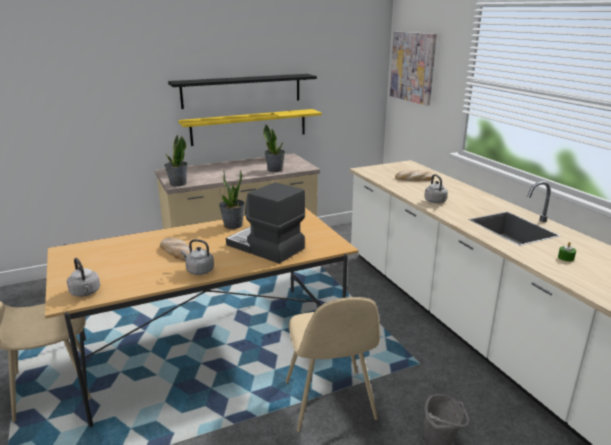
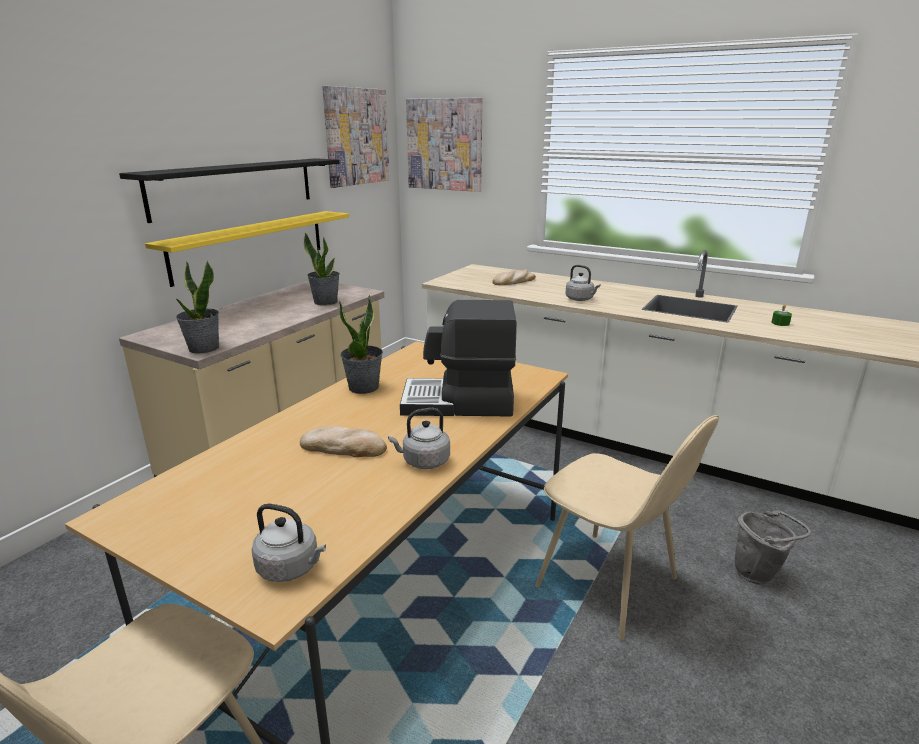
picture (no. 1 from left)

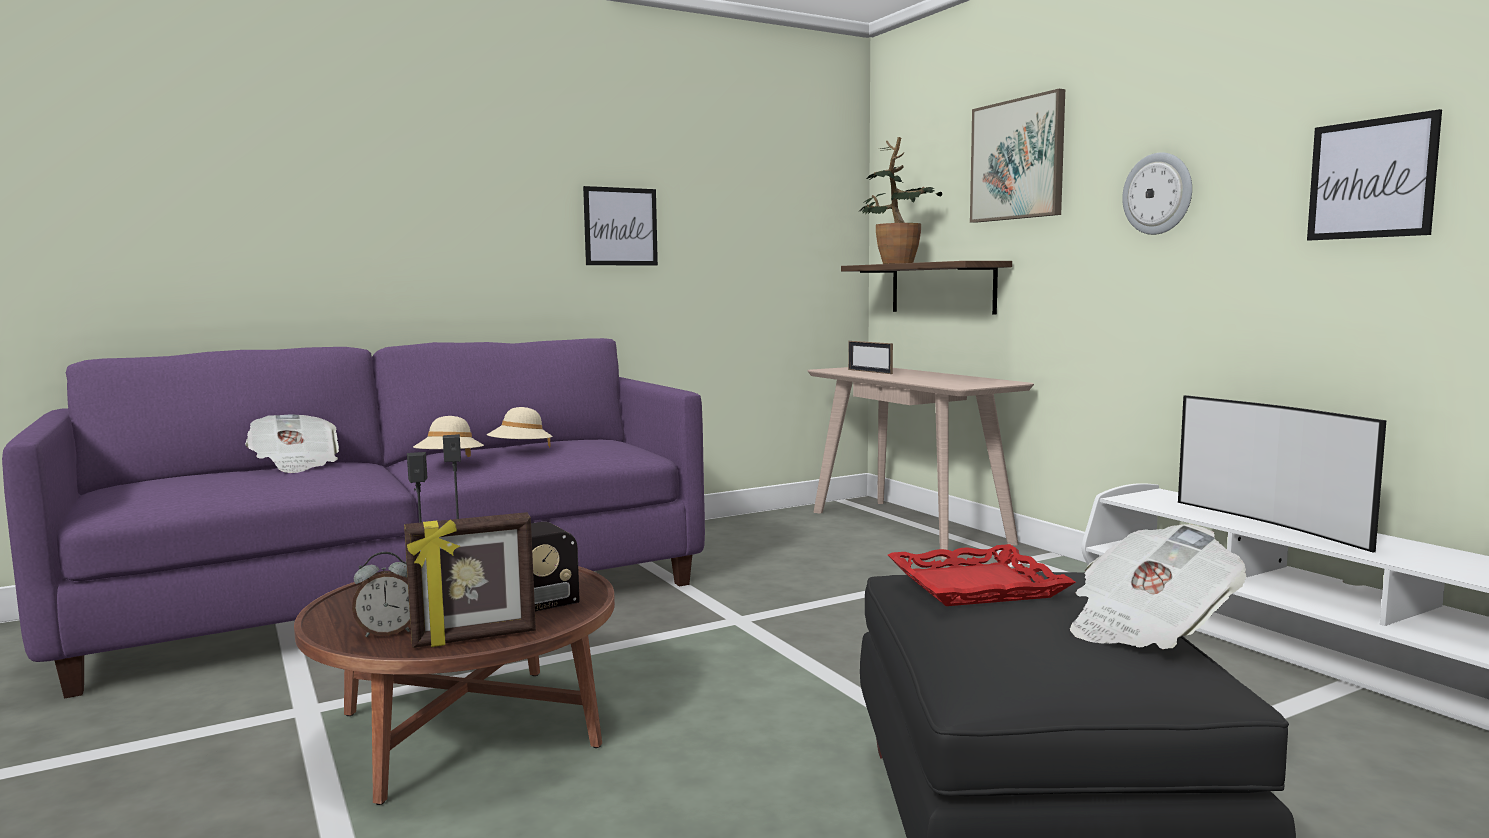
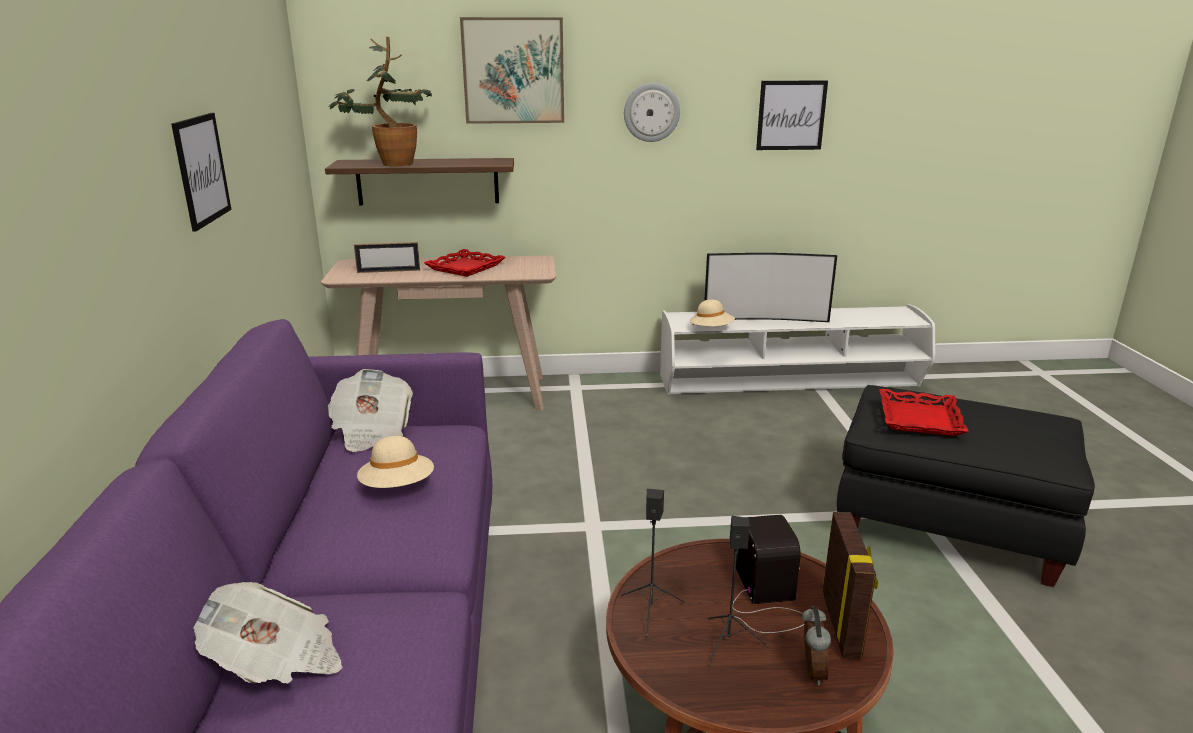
hat (beige-coloured) (no. 2 from left); daily paper (no. 2 from left); carrying tray (red-coloured) (no. 1 from left)

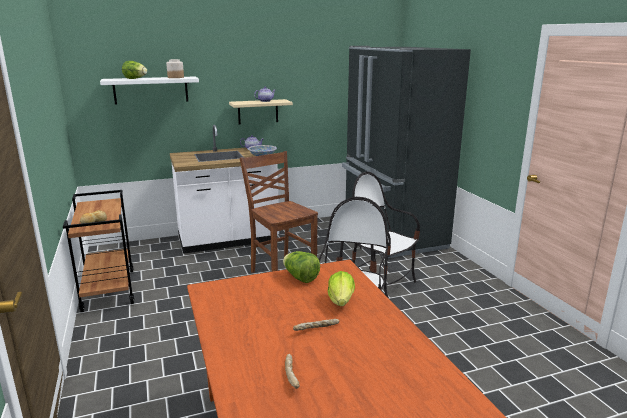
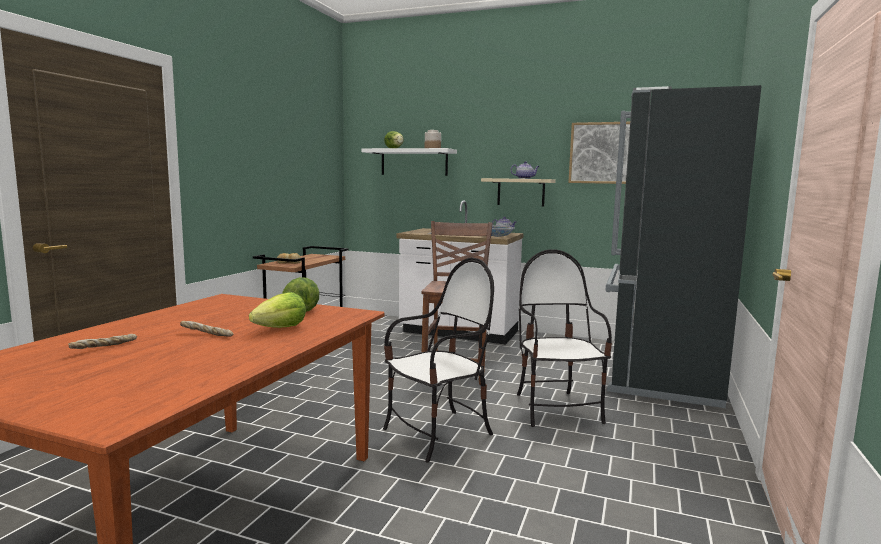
picture

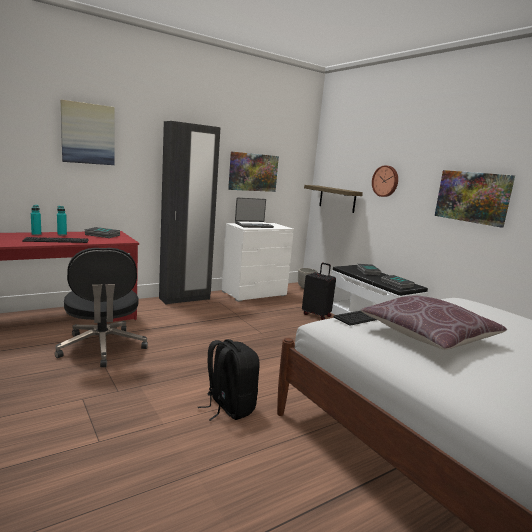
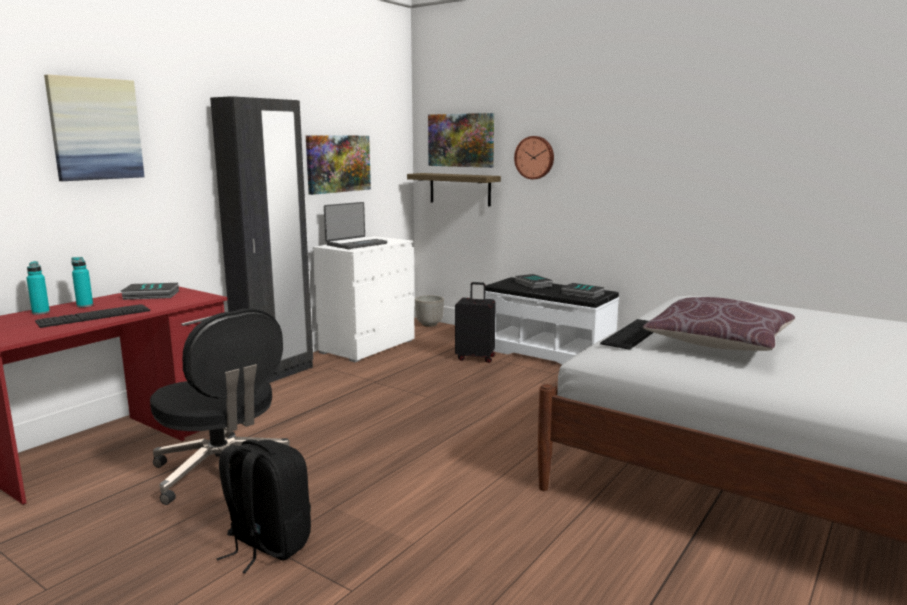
rucksack (black-coloured); picture (no. 3 from left)

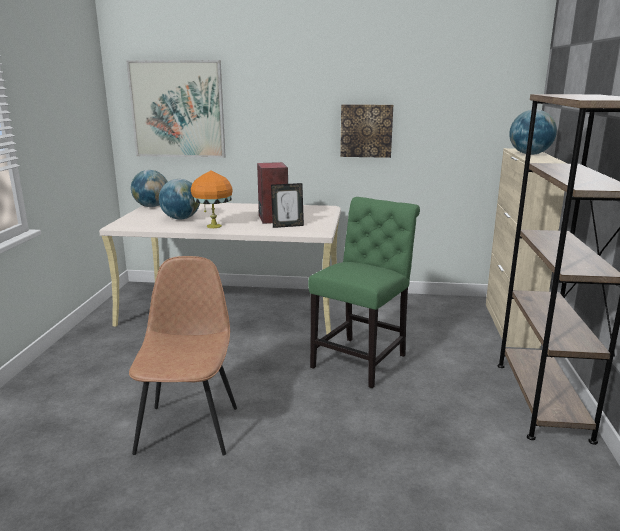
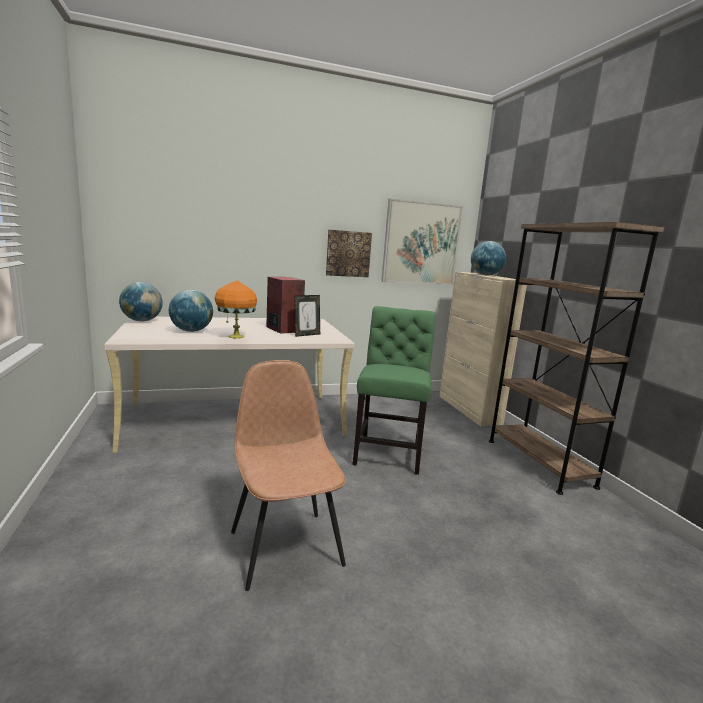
picture (no. 2 from left)

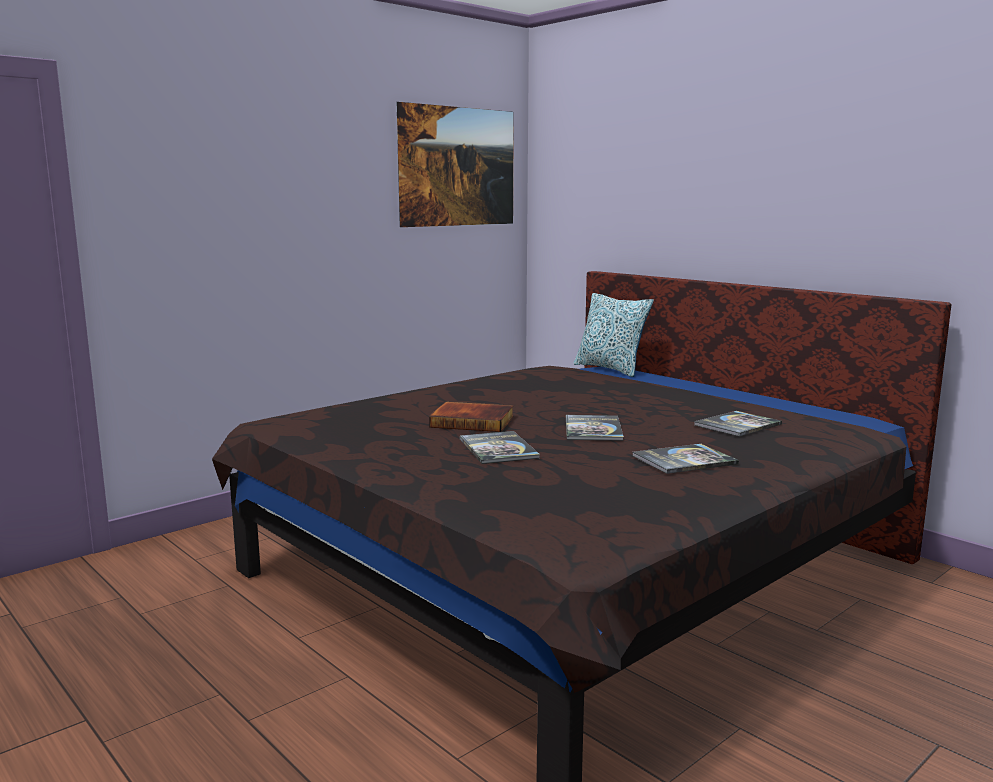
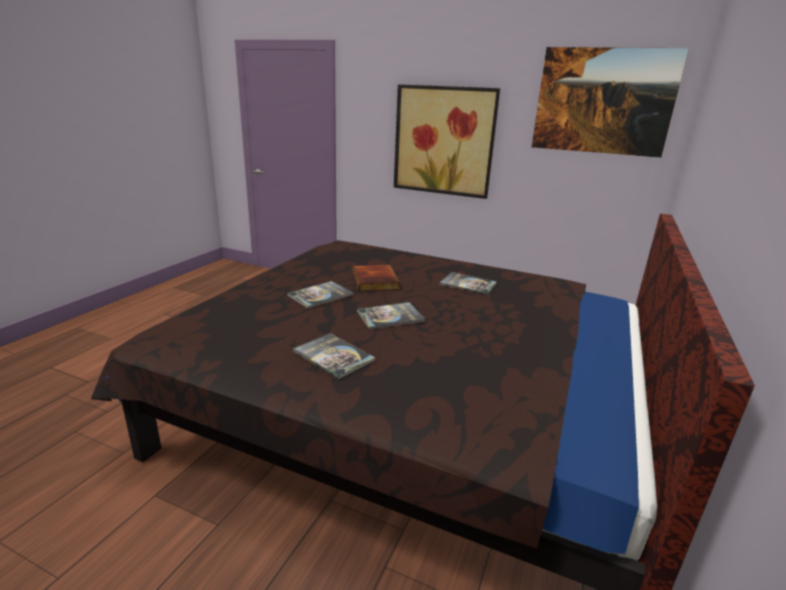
pillow; book (no. 5 from left); picture (no. 1 from left)

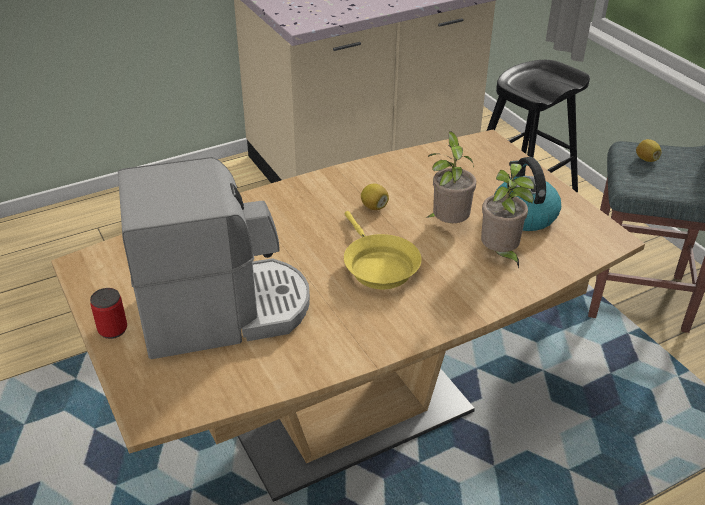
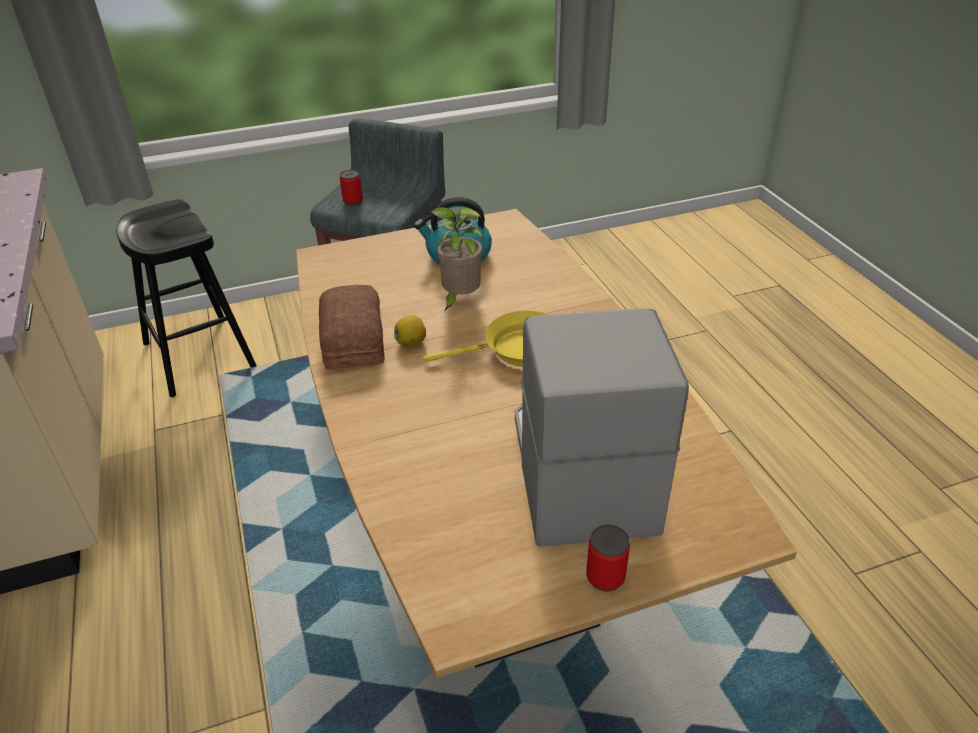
plant in a pot (no. 2 from left in the first image); sealed can (no. 1 from left); bakery bread

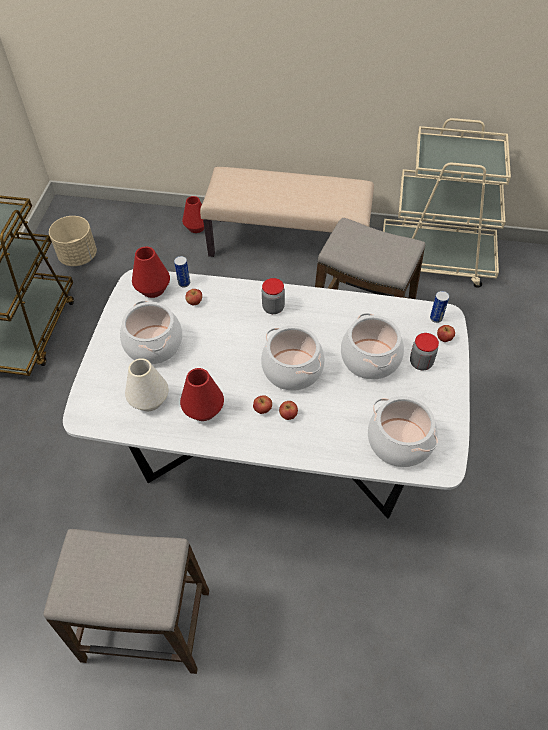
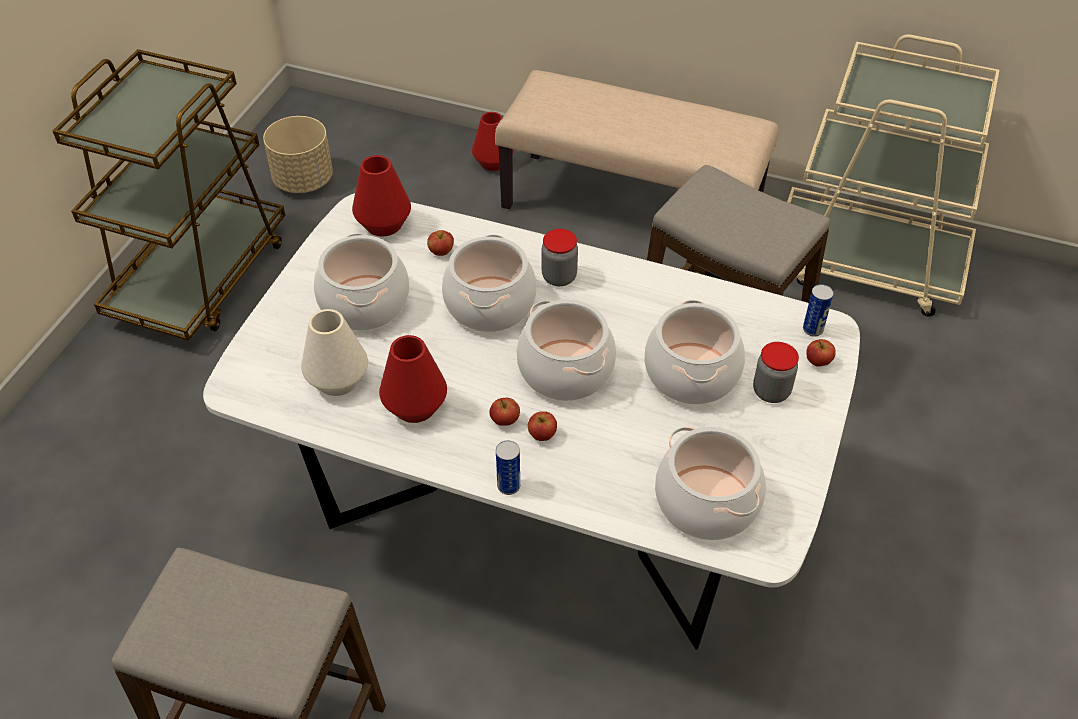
sealed can (no. 1 from left); saucepot (no. 2 from left)

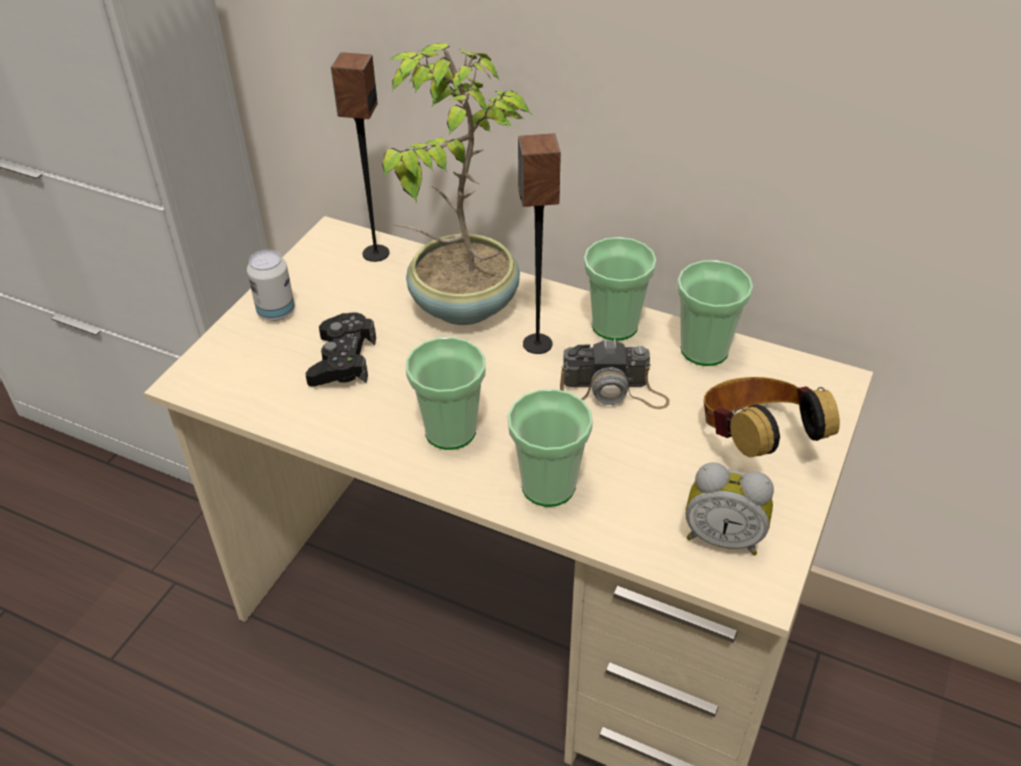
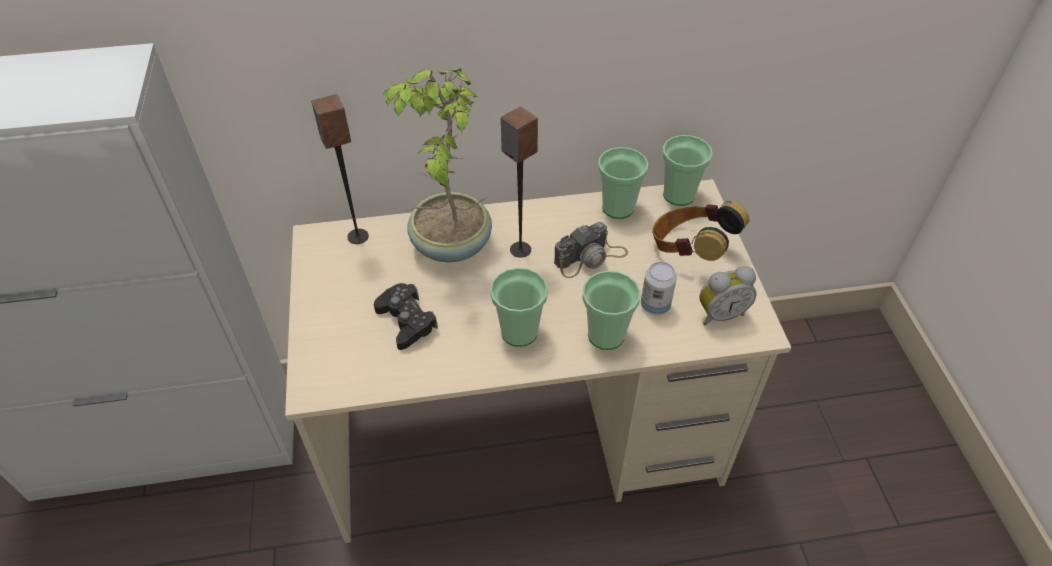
sealed can; small cup (no. 4 from left)

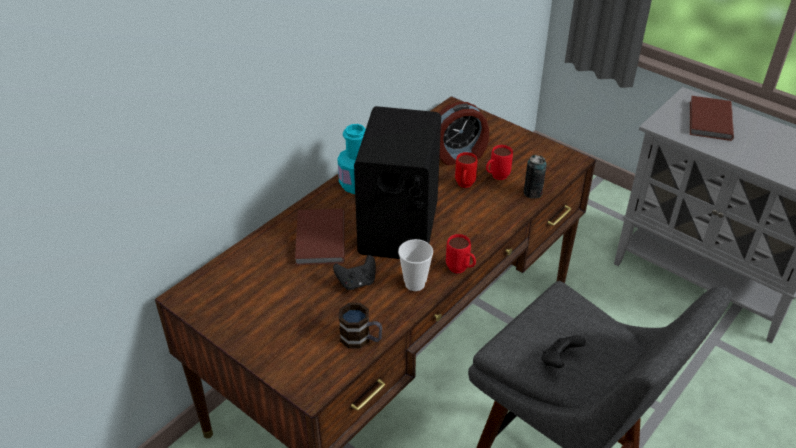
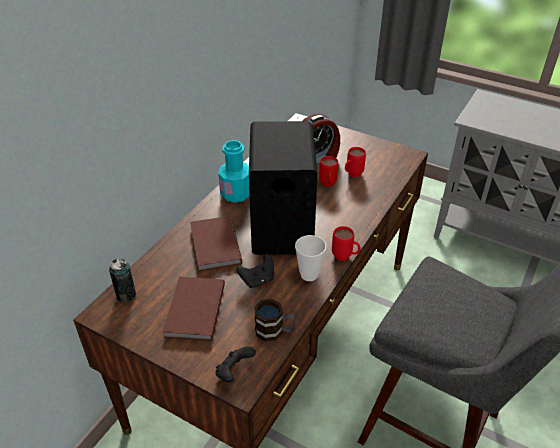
sealed can; gamepad (black-coloured) (no. 1 from left); book (brownish) (no. 1 from left)

